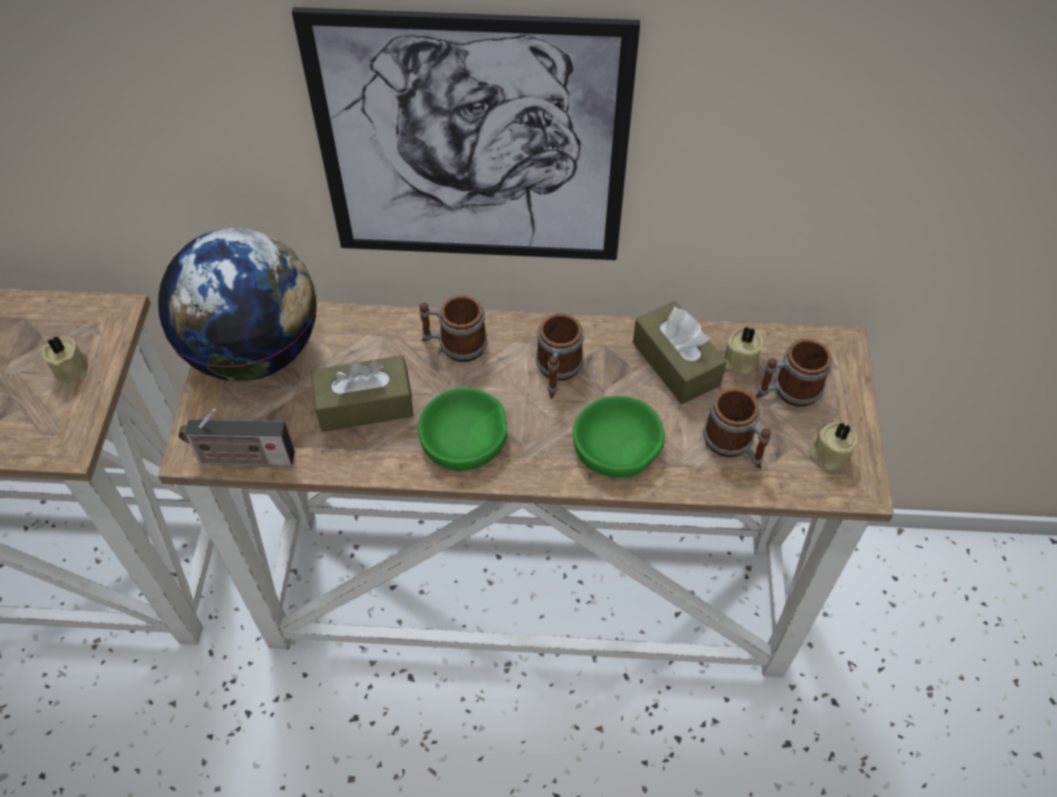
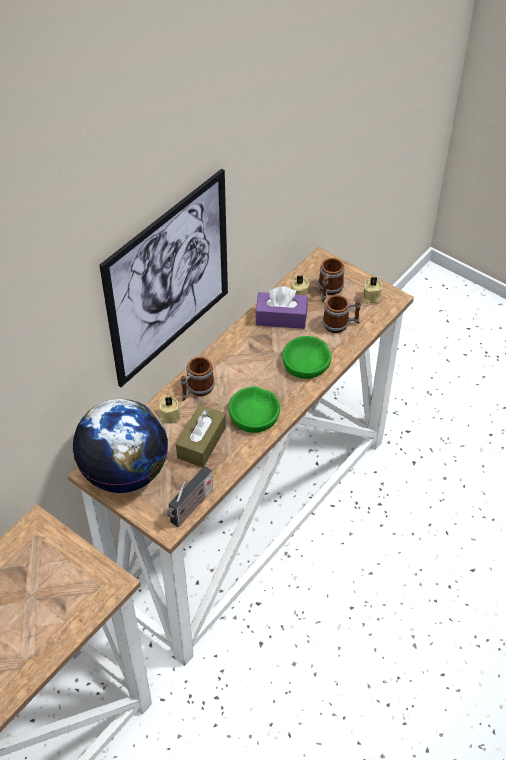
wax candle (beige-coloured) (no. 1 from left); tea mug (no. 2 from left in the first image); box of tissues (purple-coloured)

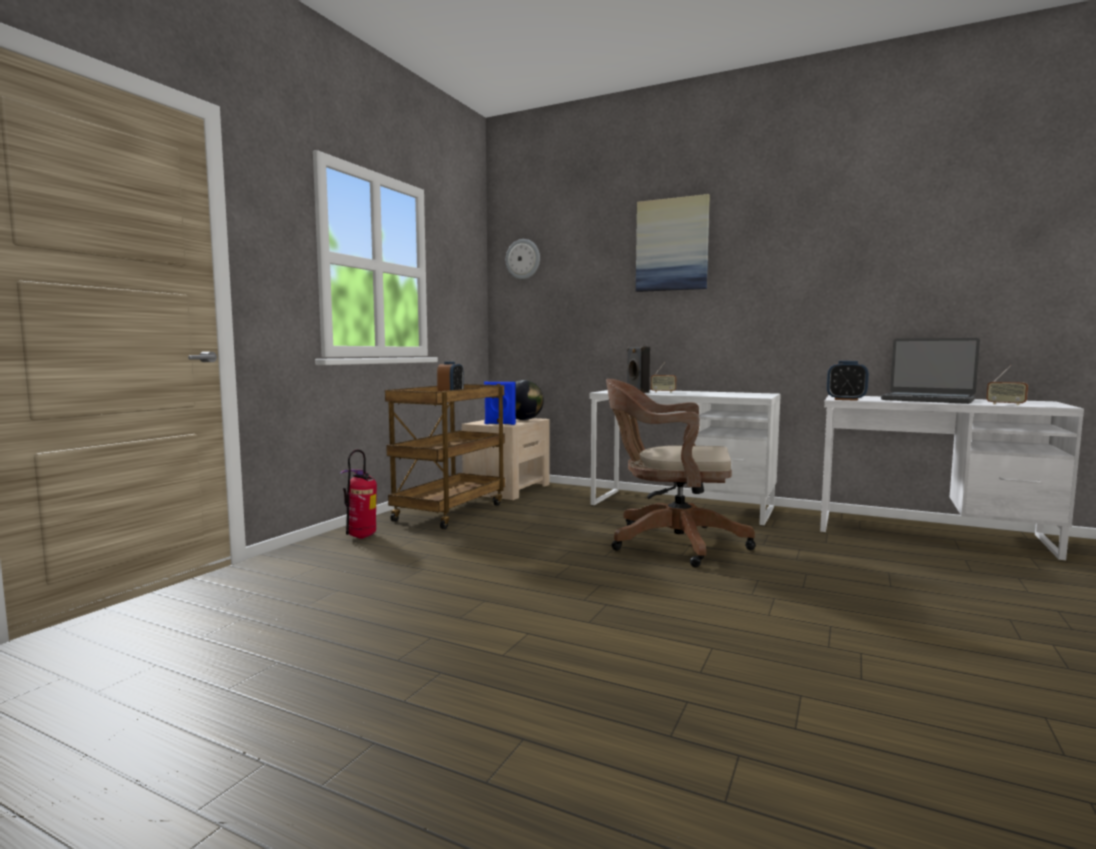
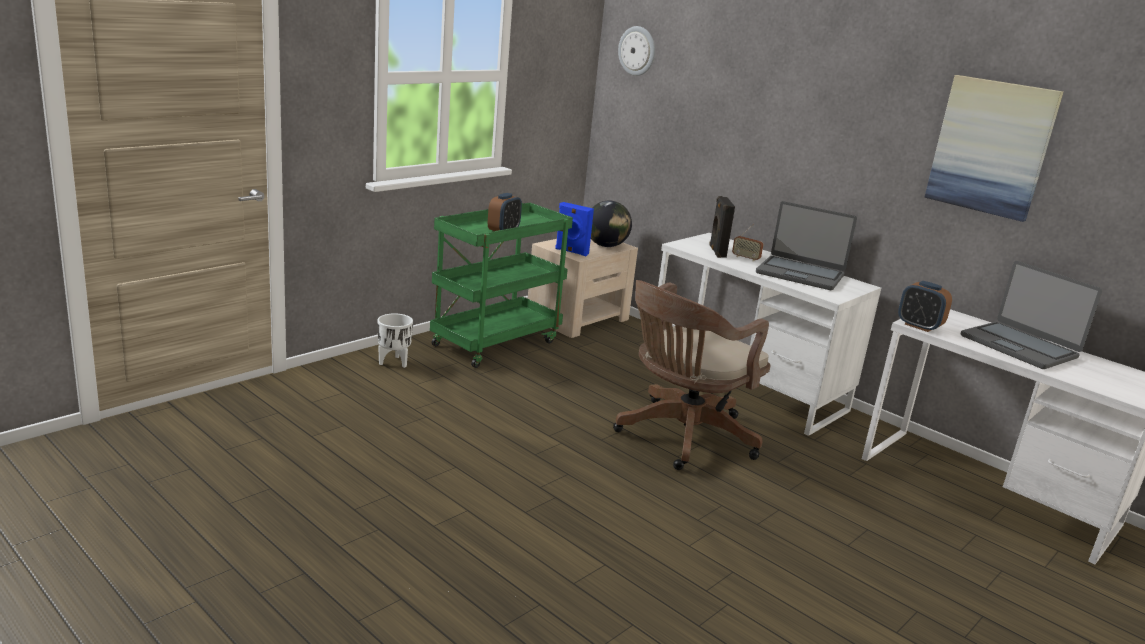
flower pot (white-coloured); trolley (green-coloured); office chair (brownish); picture; radio set (no. 2 from left in the first image); laptop (no. 1 from left)

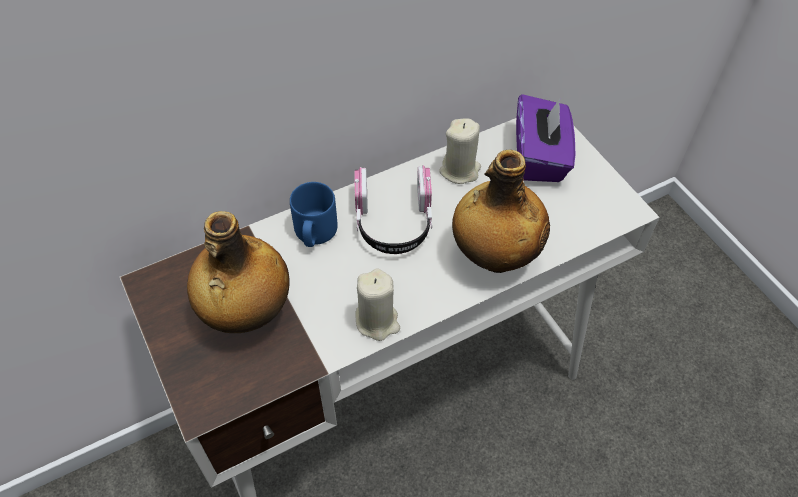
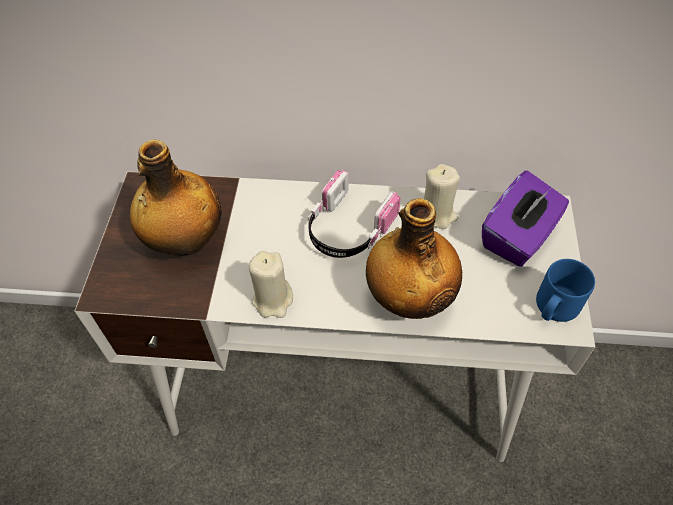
tea mug (blue)

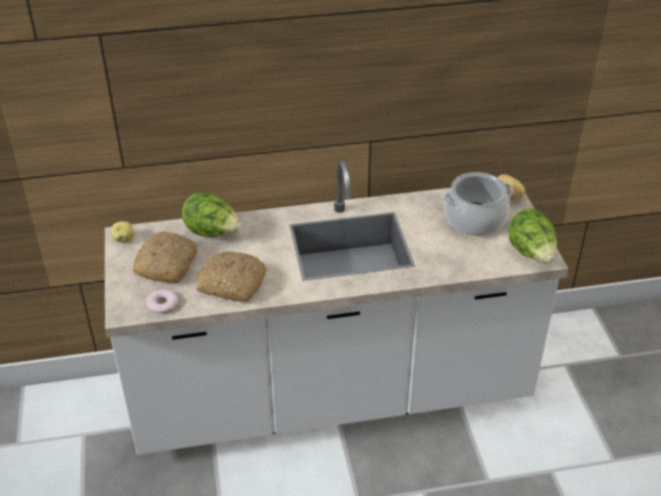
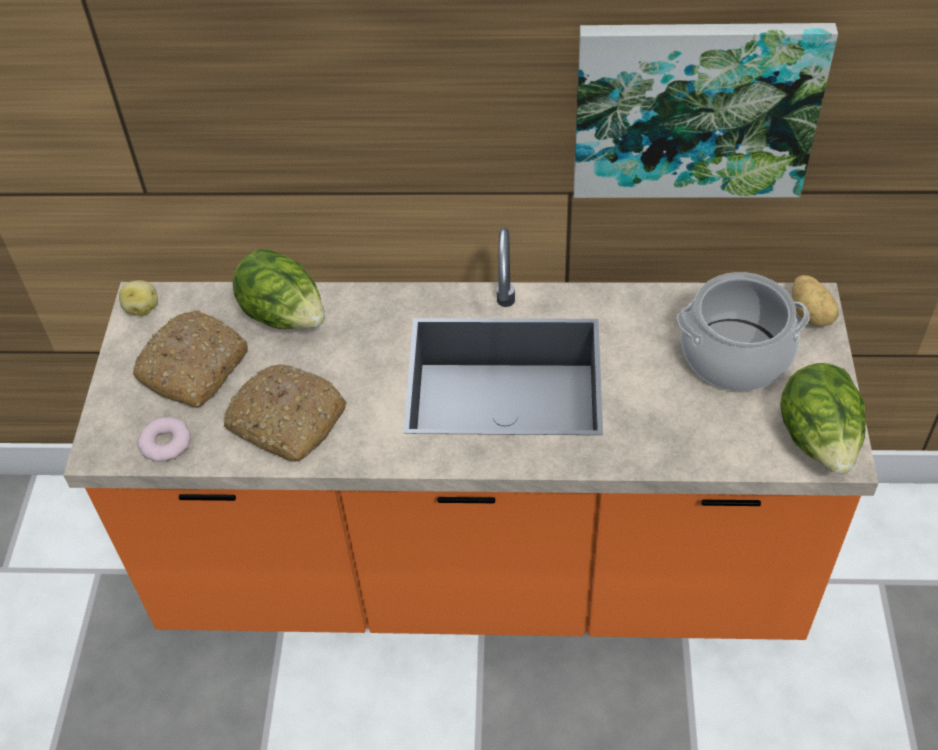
counter (orange-coloured); picture

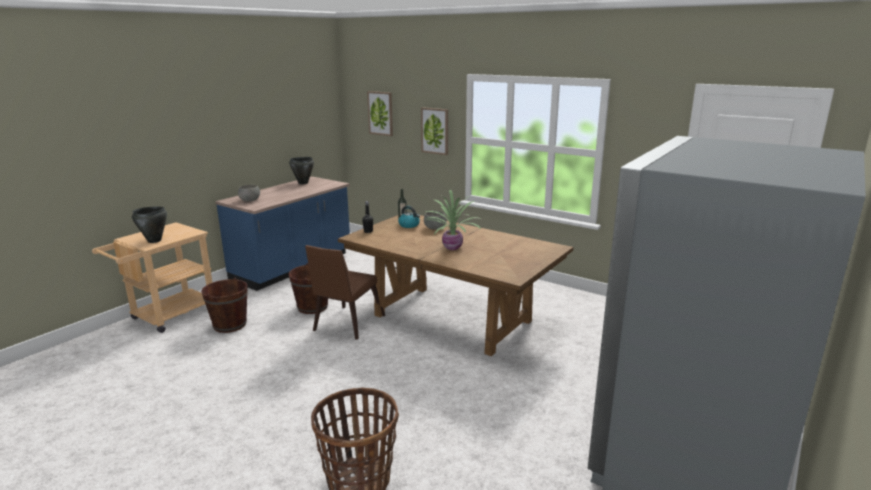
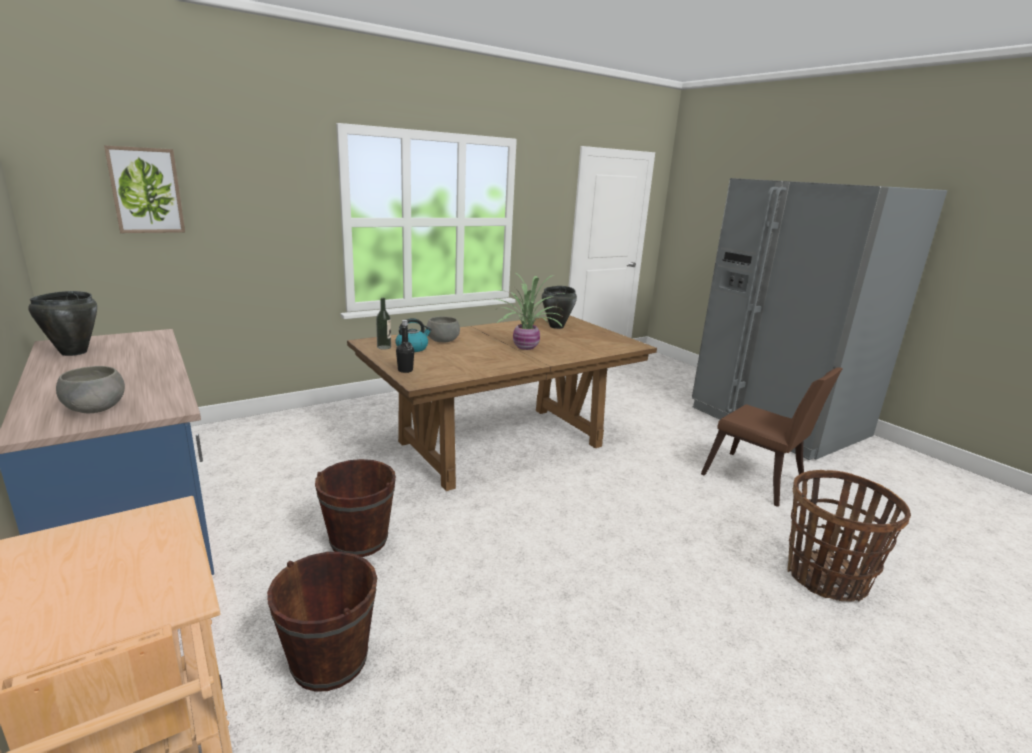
saucepot (black-coloured) (no. 2 from left); plain chair (brownish); picture (no. 2 from left in the first image)

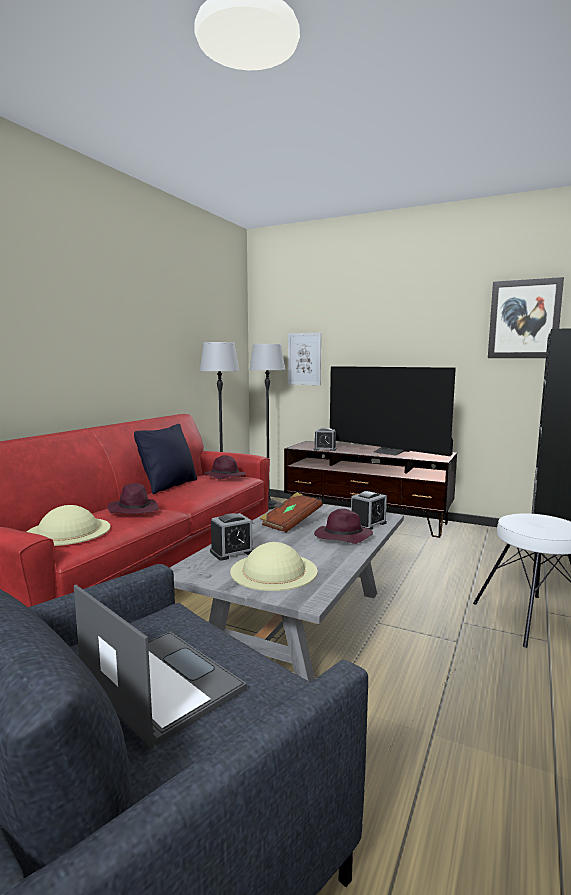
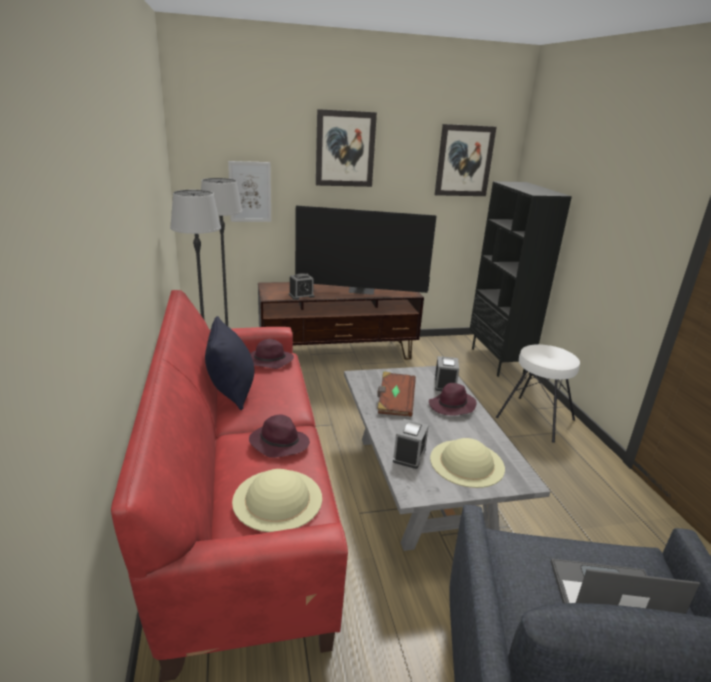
picture (no. 2 from left)

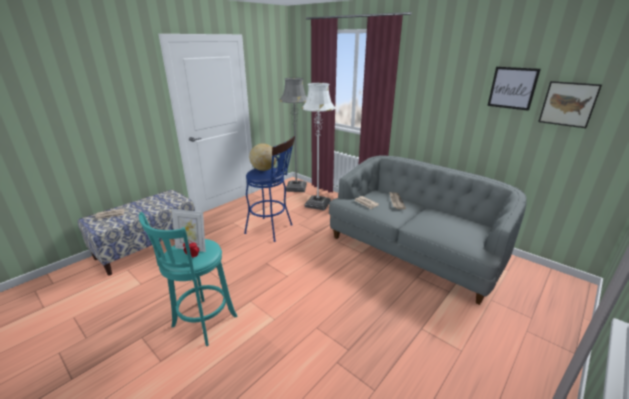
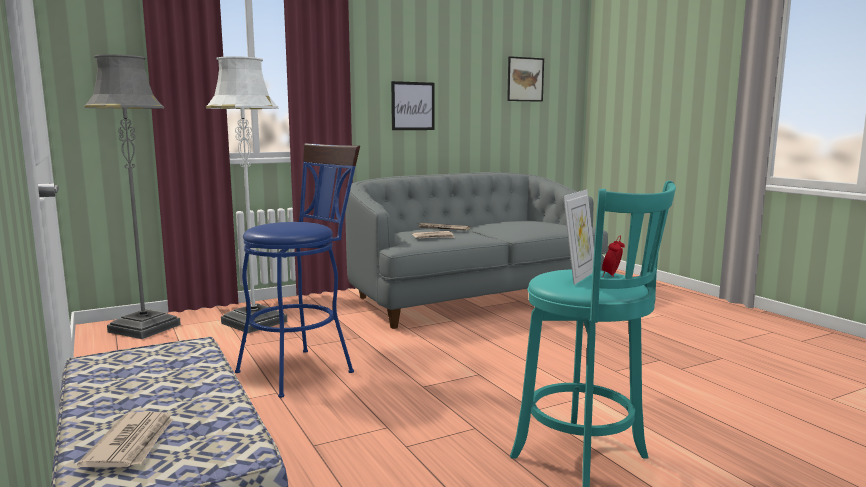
world globe; picture (no. 1 from left)

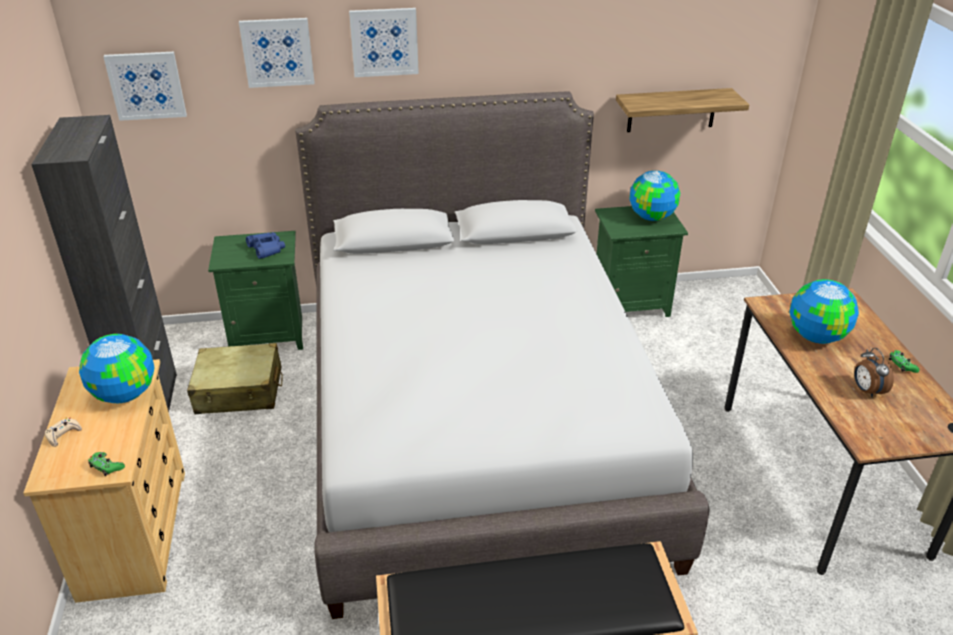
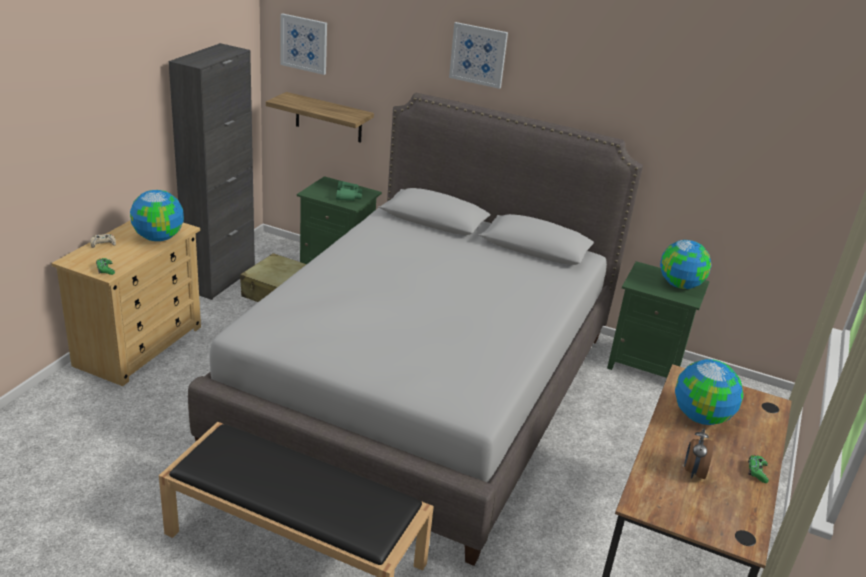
picture (no. 2 from left in the first image); binoculars (green-coloured); shelf

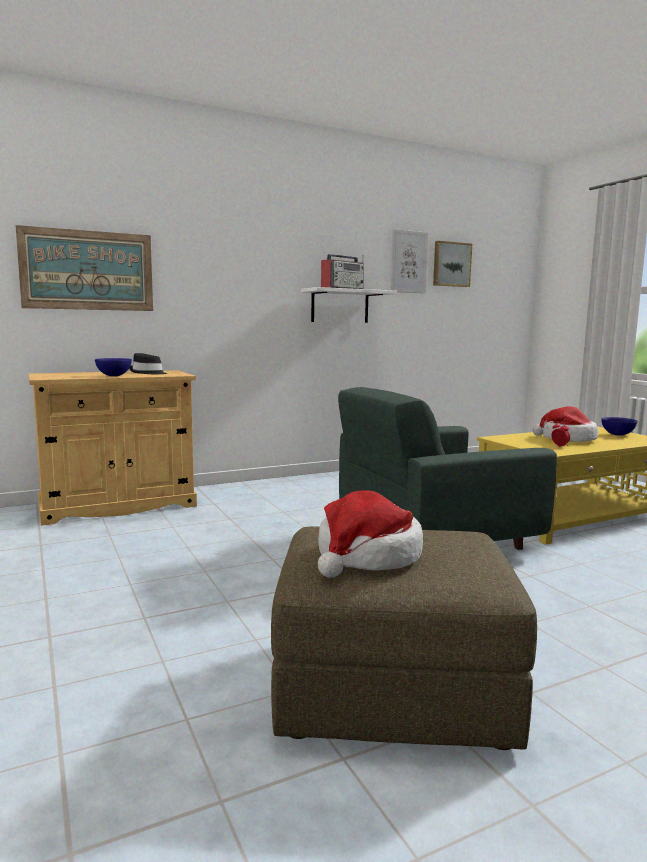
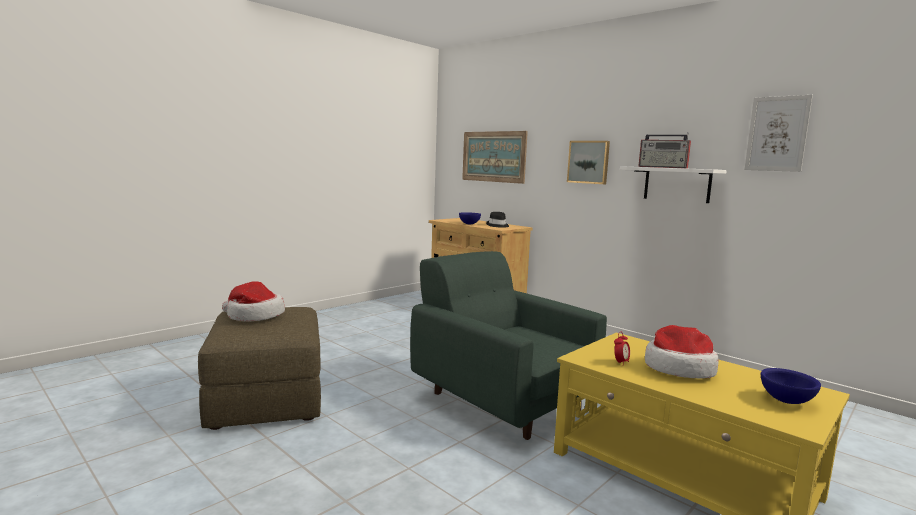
picture (no. 2 from left)

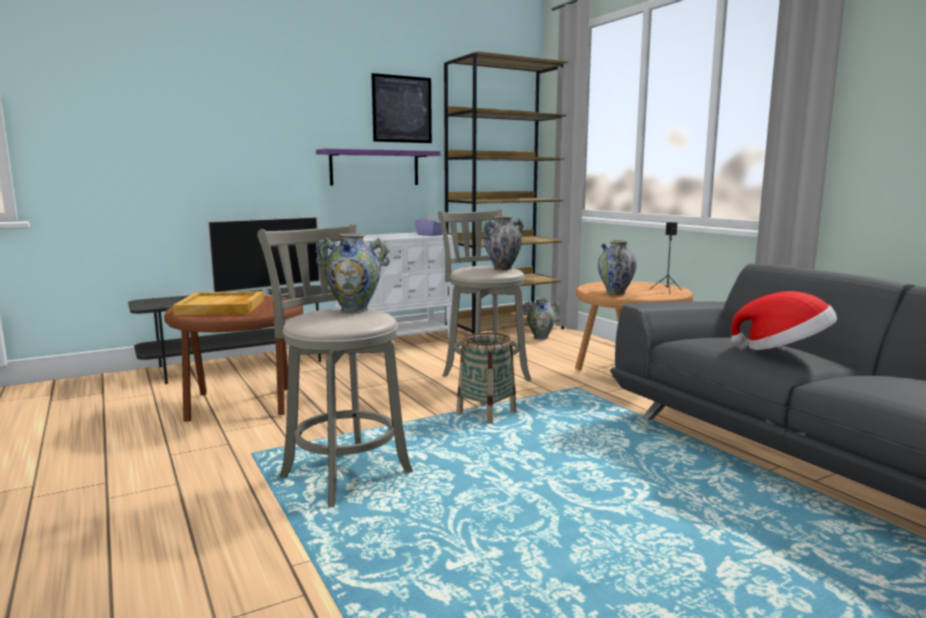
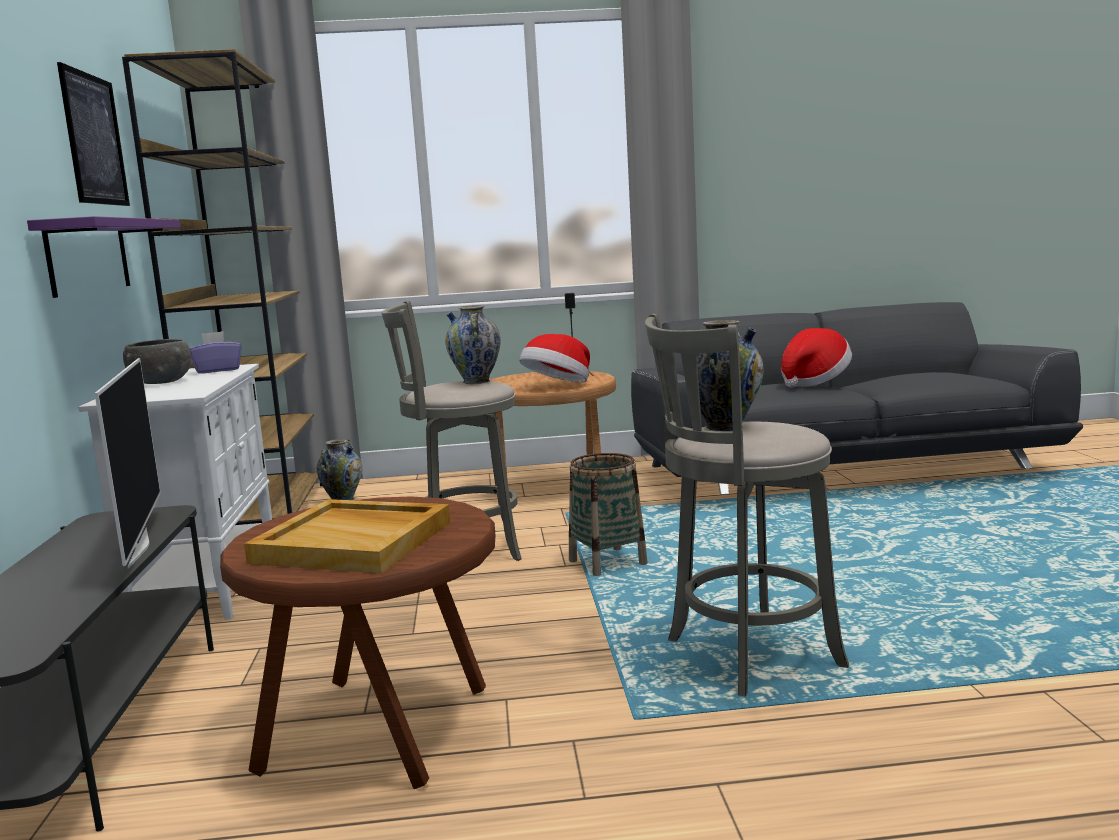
hat (no. 1 from left); deep dish (gray)

